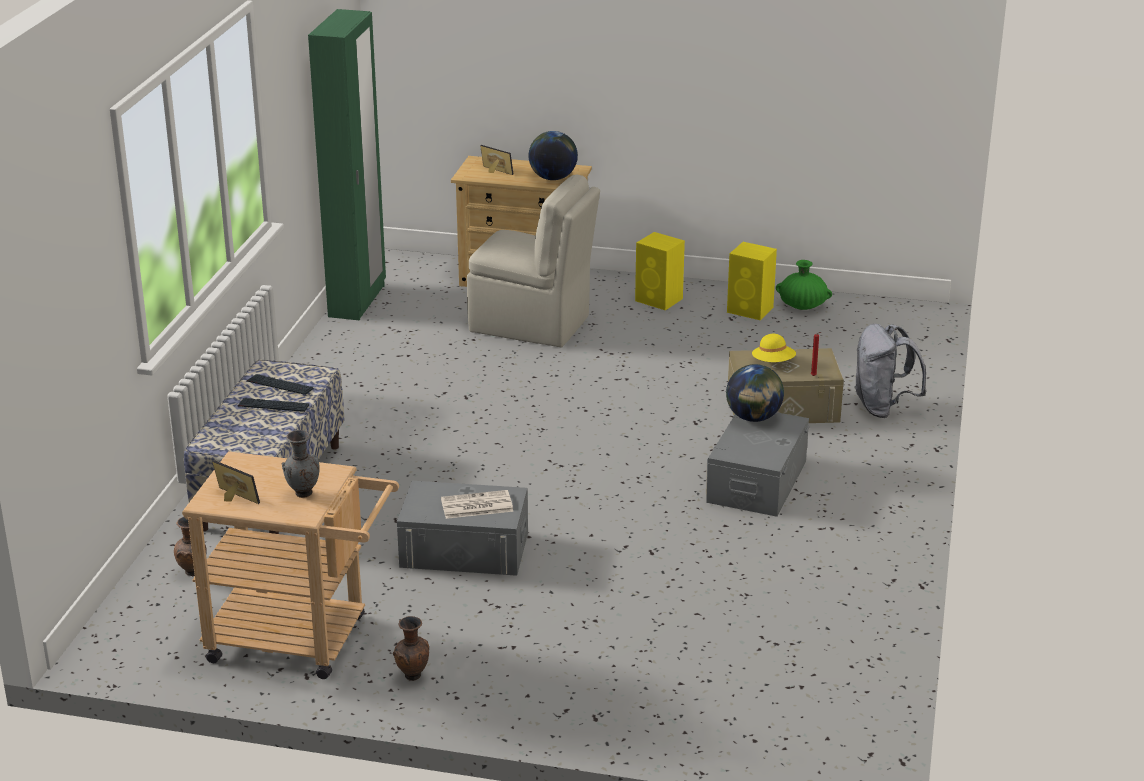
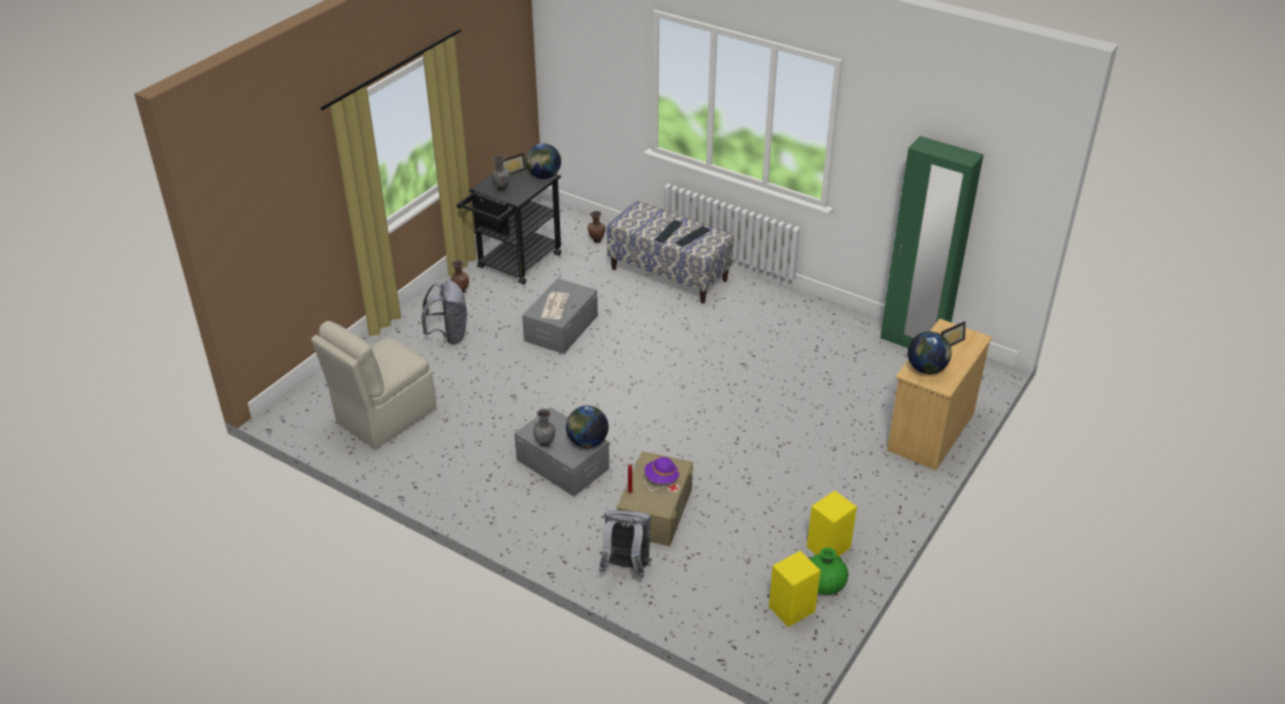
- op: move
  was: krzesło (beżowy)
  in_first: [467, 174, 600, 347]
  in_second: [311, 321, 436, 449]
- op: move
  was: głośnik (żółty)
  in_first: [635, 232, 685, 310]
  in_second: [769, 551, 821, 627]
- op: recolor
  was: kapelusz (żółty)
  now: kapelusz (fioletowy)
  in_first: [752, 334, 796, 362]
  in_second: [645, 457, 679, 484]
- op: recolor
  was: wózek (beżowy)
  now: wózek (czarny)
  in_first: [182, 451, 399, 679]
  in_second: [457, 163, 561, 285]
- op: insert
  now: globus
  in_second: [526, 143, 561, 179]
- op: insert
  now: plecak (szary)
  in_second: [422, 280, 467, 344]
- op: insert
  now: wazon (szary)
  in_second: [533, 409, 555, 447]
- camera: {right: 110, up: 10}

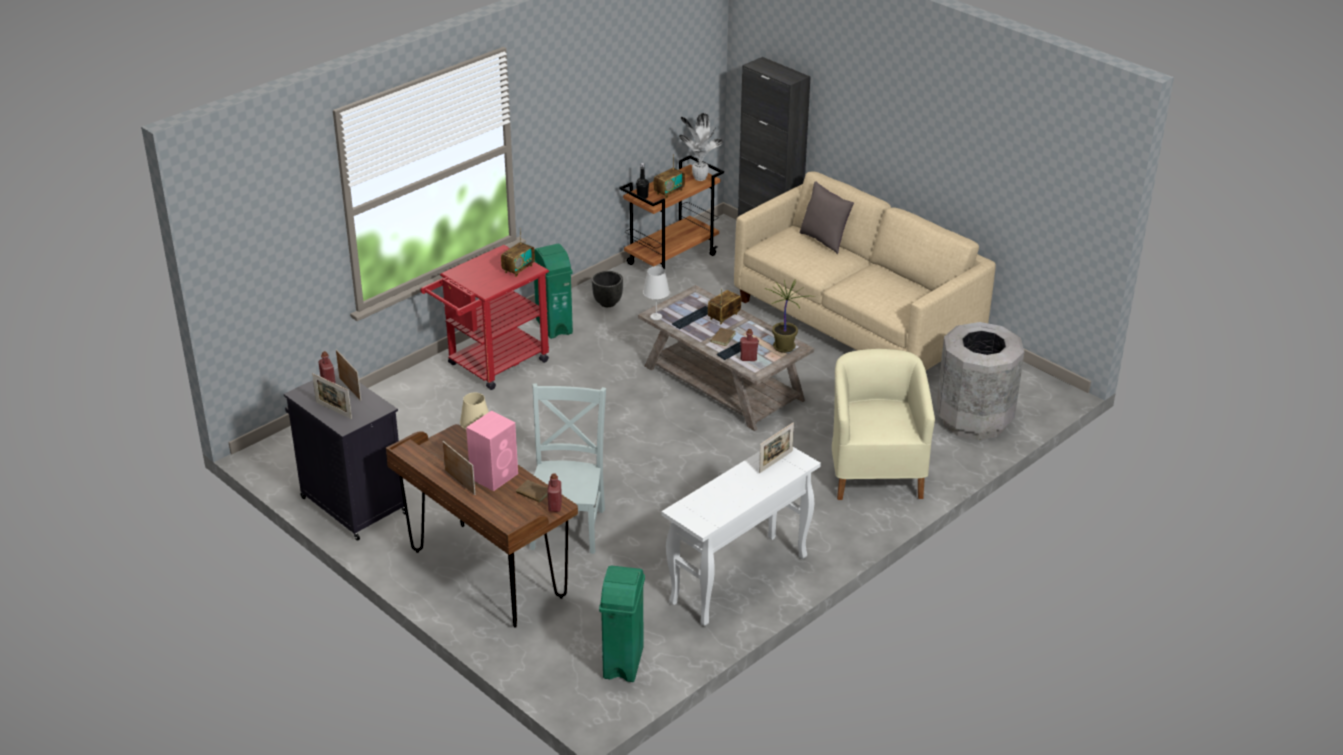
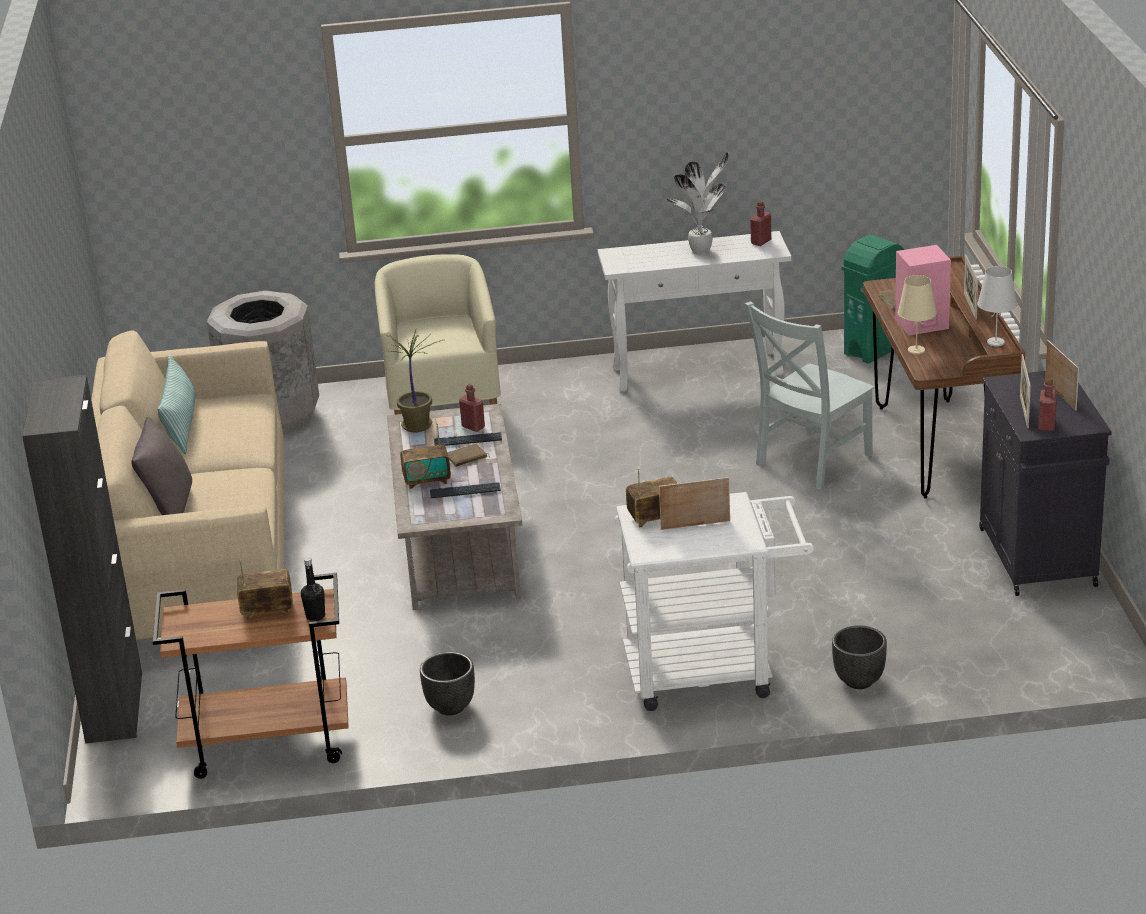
- op: move
  was: roślina doniczkowa
  in_first: [679, 113, 723, 181]
  in_second: [666, 152, 729, 255]
- op: delete
  was: kosz na śmieci (zielony)
  in_first: [534, 244, 573, 339]
- op: recolor
  was: wózek (czerwony)
  now: wózek (biały)
  in_first: [420, 245, 549, 390]
  in_second: [615, 492, 814, 711]
- op: move
  was: lampa stołowa (biały)
  in_first: [643, 266, 670, 320]
  in_second: [977, 266, 1017, 346]
- op: rotate
  was: fotel (beżowy)
  in_first: [832, 349, 935, 500]
  in_second: [375, 254, 501, 415]
  clockwise: 135
- op: move
  was: ramka na zdjęcie
  in_first: [759, 422, 794, 474]
  in_second: [659, 477, 730, 530]
- op: move
  was: butelka (czerwony)
  in_first: [547, 473, 562, 512]
  in_second: [750, 201, 771, 246]
- op: insert
  now: poduszka
  in_second: [158, 354, 196, 454]
- op: insert
  now: donica (czarny)
  in_second: [832, 625, 887, 689]
- camera: {right: -140, up: -5}

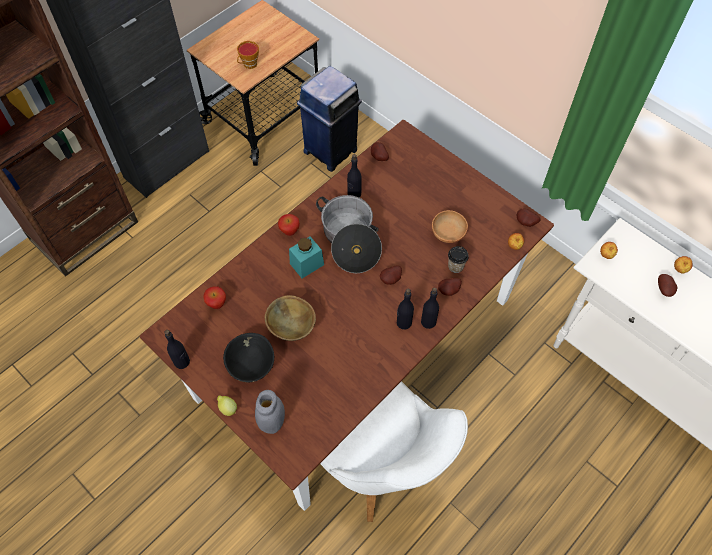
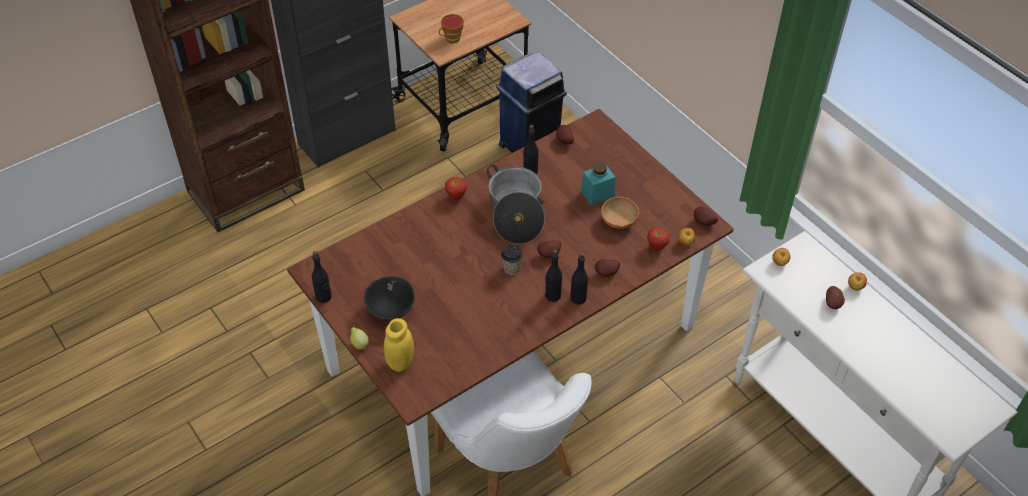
- op: move
  was: słoik (turkusowy)
  in_first: [289, 236, 324, 278]
  in_second: [581, 162, 616, 206]
- op: move
  was: filiżanka
  in_first: [448, 246, 469, 273]
  in_second: [501, 245, 523, 275]
- op: move
  was: jabłko
  in_first: [203, 286, 226, 309]
  in_second: [647, 227, 670, 251]
- op: delete
  was: miska (brązowy)
  in_first: [264, 295, 316, 341]
- op: recolor
  was: słoik (szary)
  now: słoik (żółty)
  in_first: [255, 390, 285, 434]
  in_second: [384, 318, 414, 372]
- camera: {right: 10, up: -10}

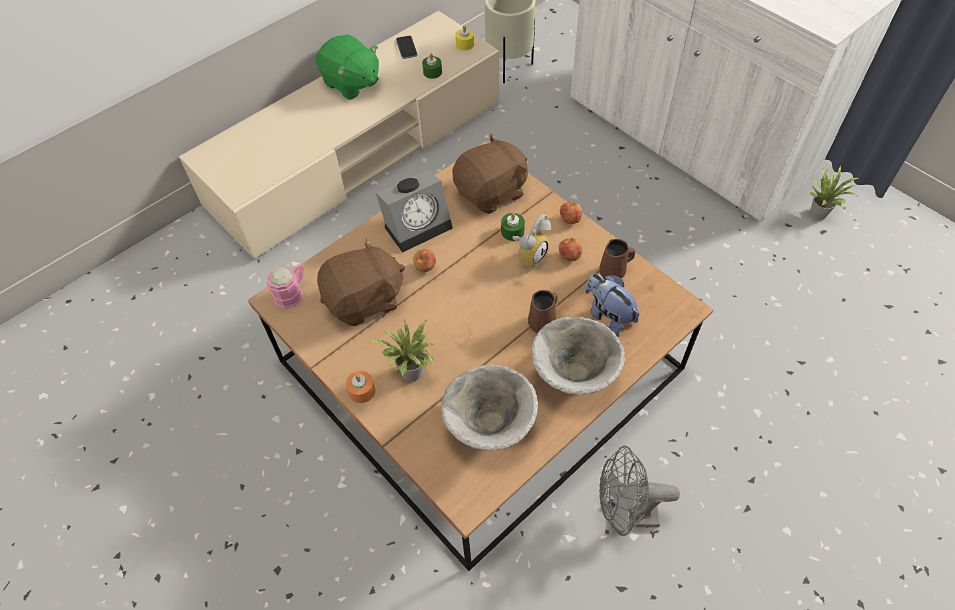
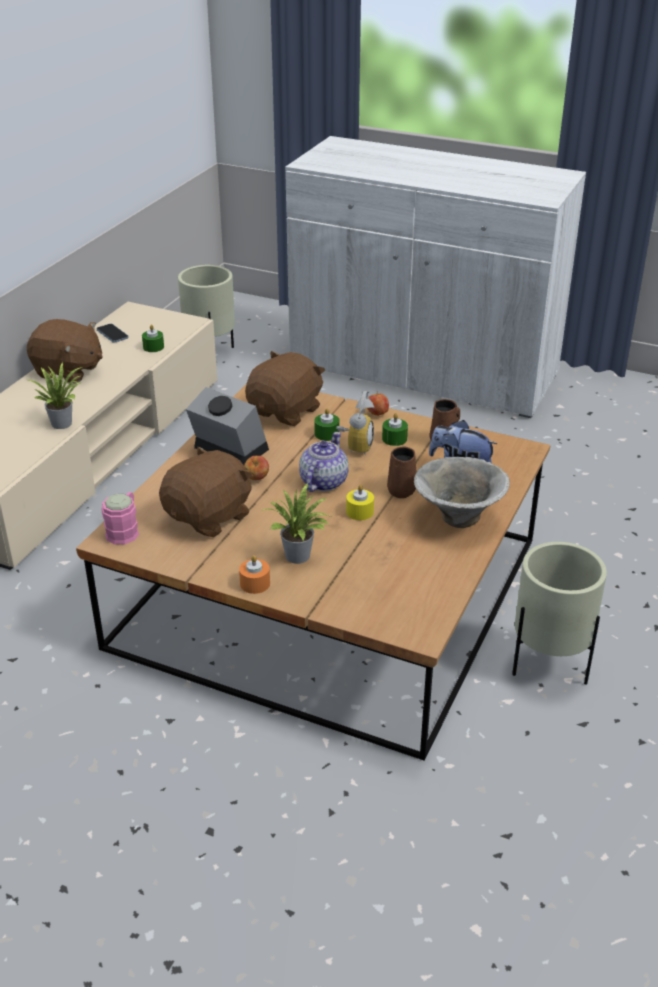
- op: move
  was: świeca (żółty)
  in_first: [455, 26, 474, 51]
  in_second: [346, 485, 374, 520]
- op: recolor
  was: pluszak (zielony)
  now: pluszak (brązowy)
  in_first: [316, 34, 379, 100]
  in_second: [27, 319, 103, 384]
- op: move
  was: roślina doniczkowa
  in_first: [809, 166, 858, 220]
  in_second: [29, 362, 83, 429]
- op: rotate
  was: budzik
  in_first: [376, 170, 453, 253]
  in_second: [186, 387, 269, 465]
  clockwise: -90
- op: replace
  was: jabłko
  now: świeca (zielony)
  in_first: [559, 237, 582, 261]
  in_second: [382, 413, 408, 446]
- op: delete
  was: miska
  in_first: [441, 364, 538, 451]
- op: replace
  was: wentylator (szary)
  now: donica (beżowy)
  in_first: [599, 446, 680, 536]
  in_second: [512, 542, 607, 685]
- op: insert
  now: imbryk
  in_second: [299, 432, 349, 492]
- camera: {right: -25, up: -20}

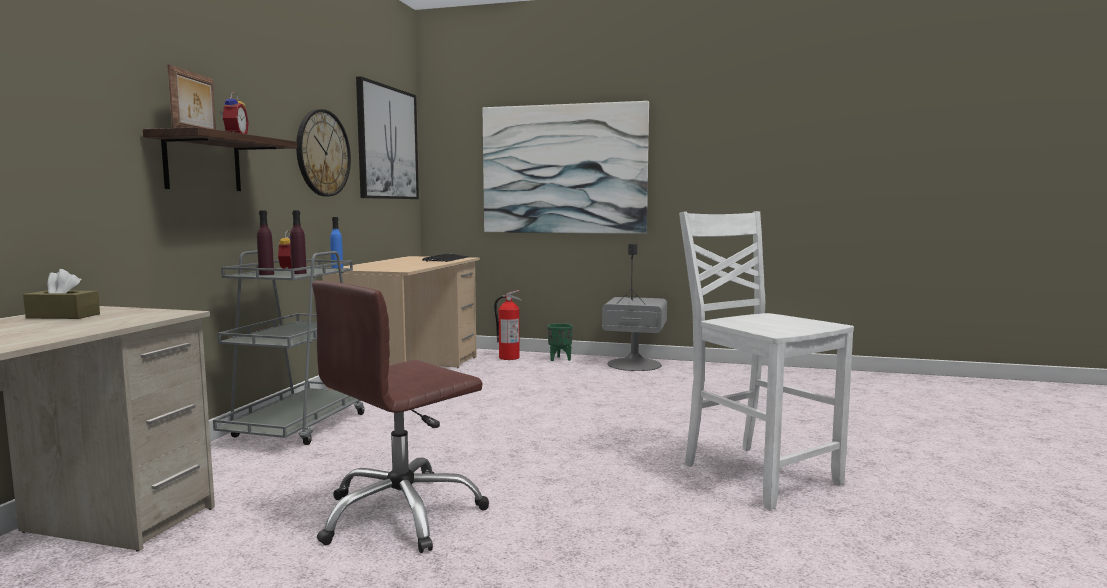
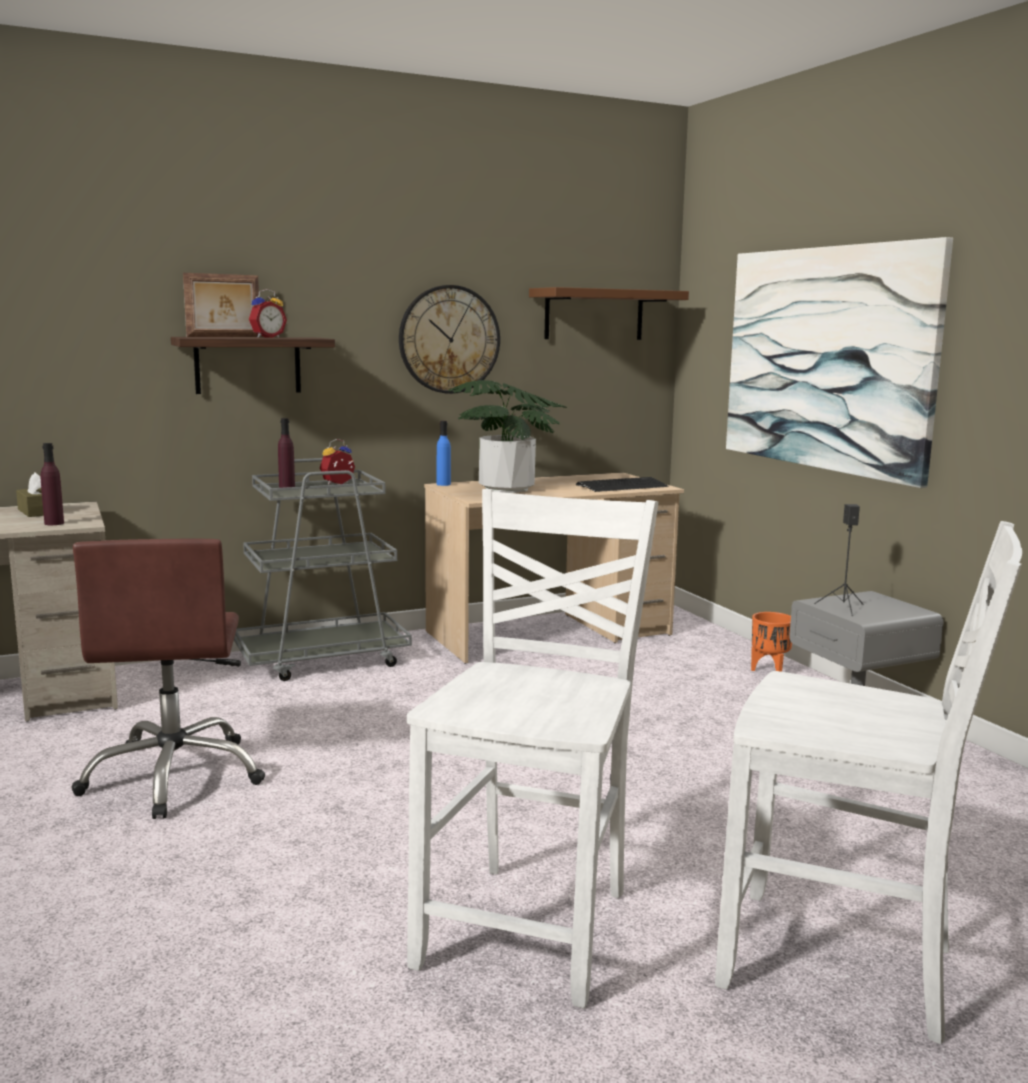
- op: replace
  was: obraz
  now: półka (brązowy)
  in_first: [356, 76, 419, 199]
  in_second: [529, 287, 689, 340]
- op: move
  was: butelka (fioletowy)
  in_first: [290, 210, 307, 274]
  in_second: [41, 443, 64, 525]
- op: rotate
  was: krzesło biurowe (brązowy)
  in_first: [312, 281, 489, 553]
  in_second: [72, 539, 265, 819]
  clockwise: -105
- op: delete
  was: gaśnica
  in_first: [494, 290, 522, 360]
- op: recolor
  was: donica (zielony)
  now: donica (pomarańczowy)
  in_first: [547, 323, 573, 361]
  in_second: [751, 612, 792, 672]
- op: insert
  now: roślina doniczkowa
  in_second: [448, 380, 567, 493]
- op: insert
  now: krzesło (biały)
  in_second: [715, 521, 1022, 1044]
- camera: {right: 50, up: 5}

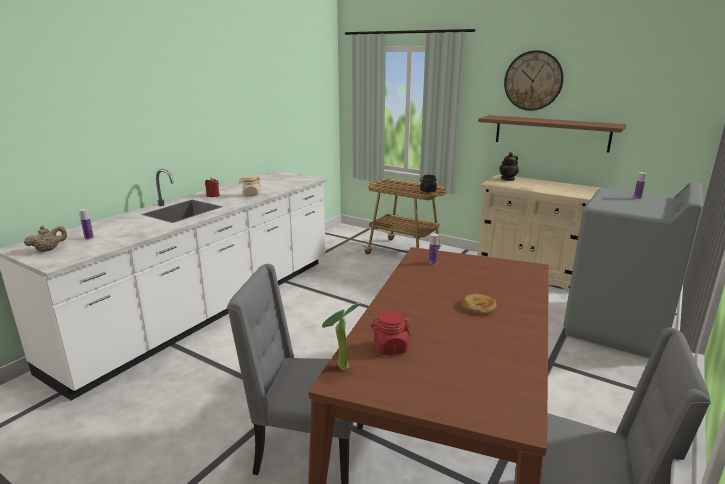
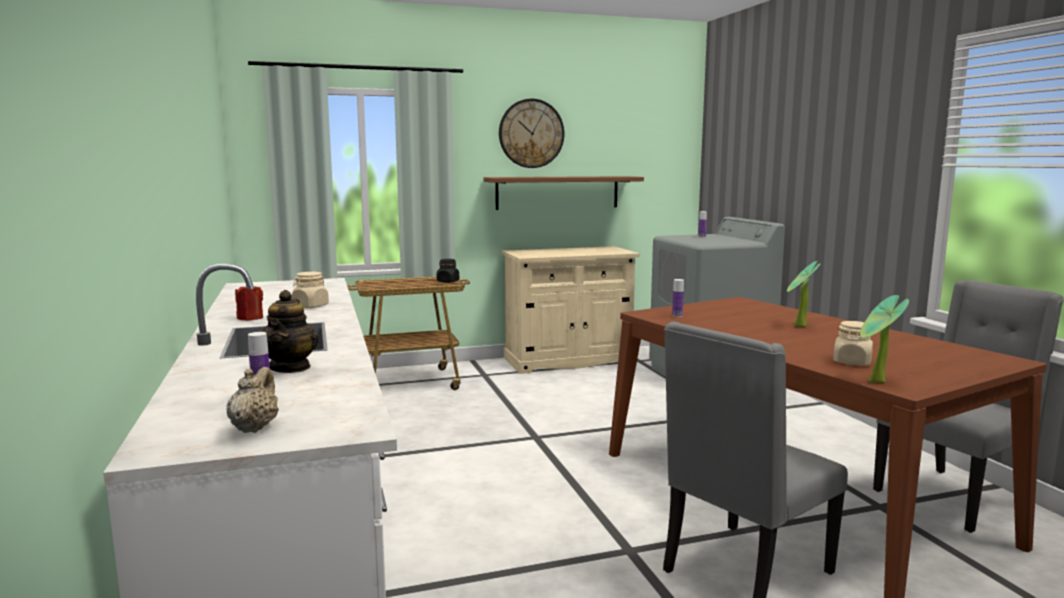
- op: move
  was: imbryk
  in_first: [499, 152, 519, 181]
  in_second: [261, 290, 319, 373]
- op: replace
  was: chleb
  now: roślina doniczkowa
  in_first: [461, 293, 497, 315]
  in_second: [787, 261, 820, 327]
- op: recolor
  was: słoik (czerwony)
  now: słoik (beżowy)
  in_first: [371, 311, 411, 355]
  in_second: [833, 321, 873, 366]
- camera: {right: -50, up: -10}

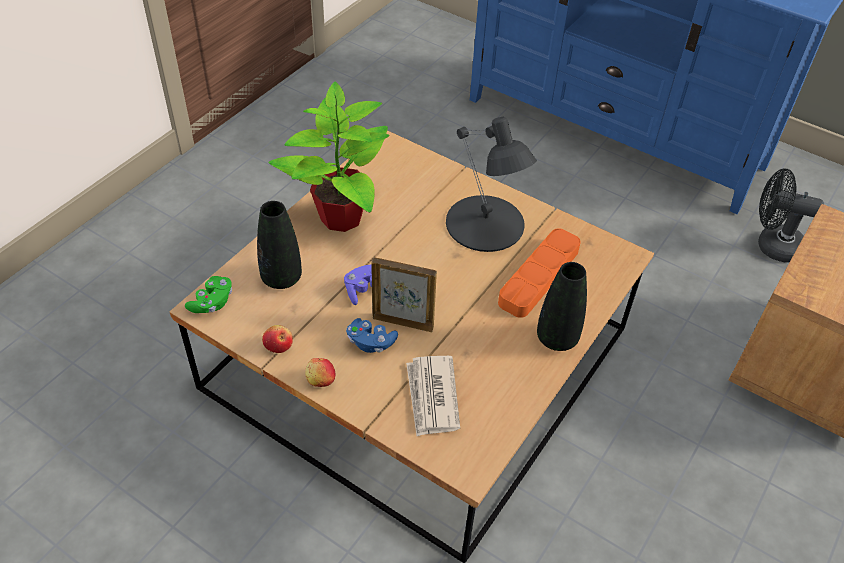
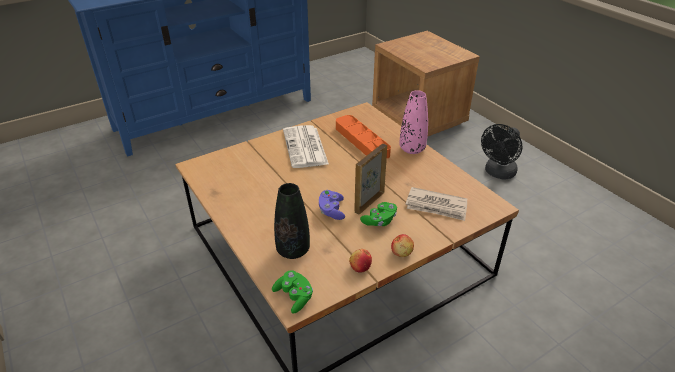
- op: delete
  was: roślina doniczkowa
  in_first: [269, 82, 390, 232]
- op: replace
  was: lampa stołowa (czarny)
  now: gazeta
  in_first: [446, 117, 536, 252]
  in_second: [283, 125, 329, 168]
- op: move
  was: wentylator (czarny)
  in_first: [758, 169, 824, 263]
  in_second: [481, 124, 522, 179]
- op: recolor
  was: wazon (czarny)
  now: wazon (różowy)
  in_first: [537, 262, 587, 351]
  in_second: [399, 90, 428, 154]
- op: recolor
  was: pad do gier (niebieski)
  now: pad do gier (zielony)
  in_first: [346, 318, 398, 353]
  in_second: [360, 202, 397, 226]
- camera: {right: -65, up: -10}

